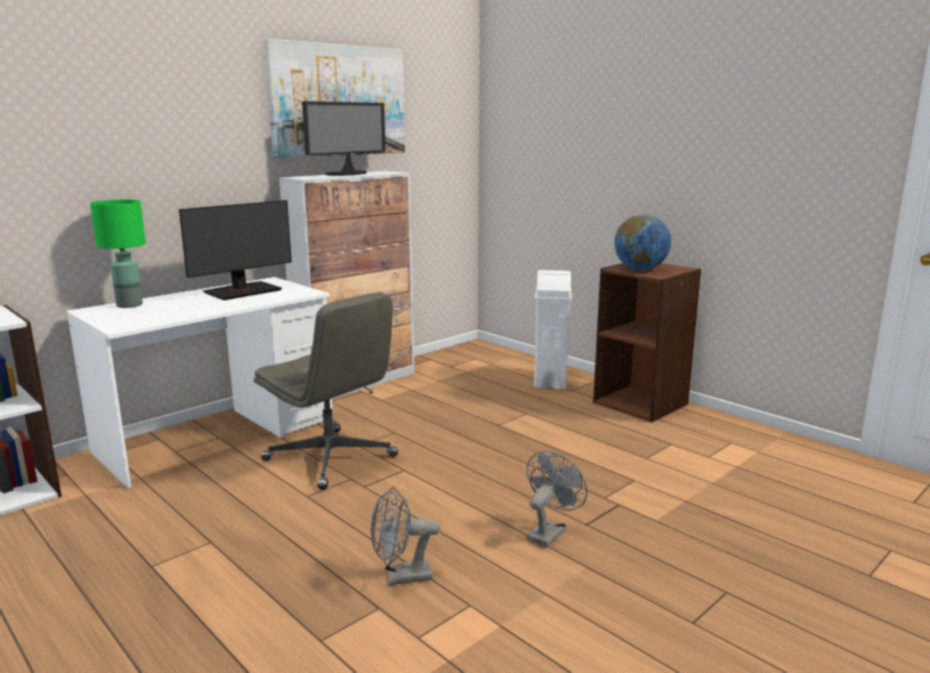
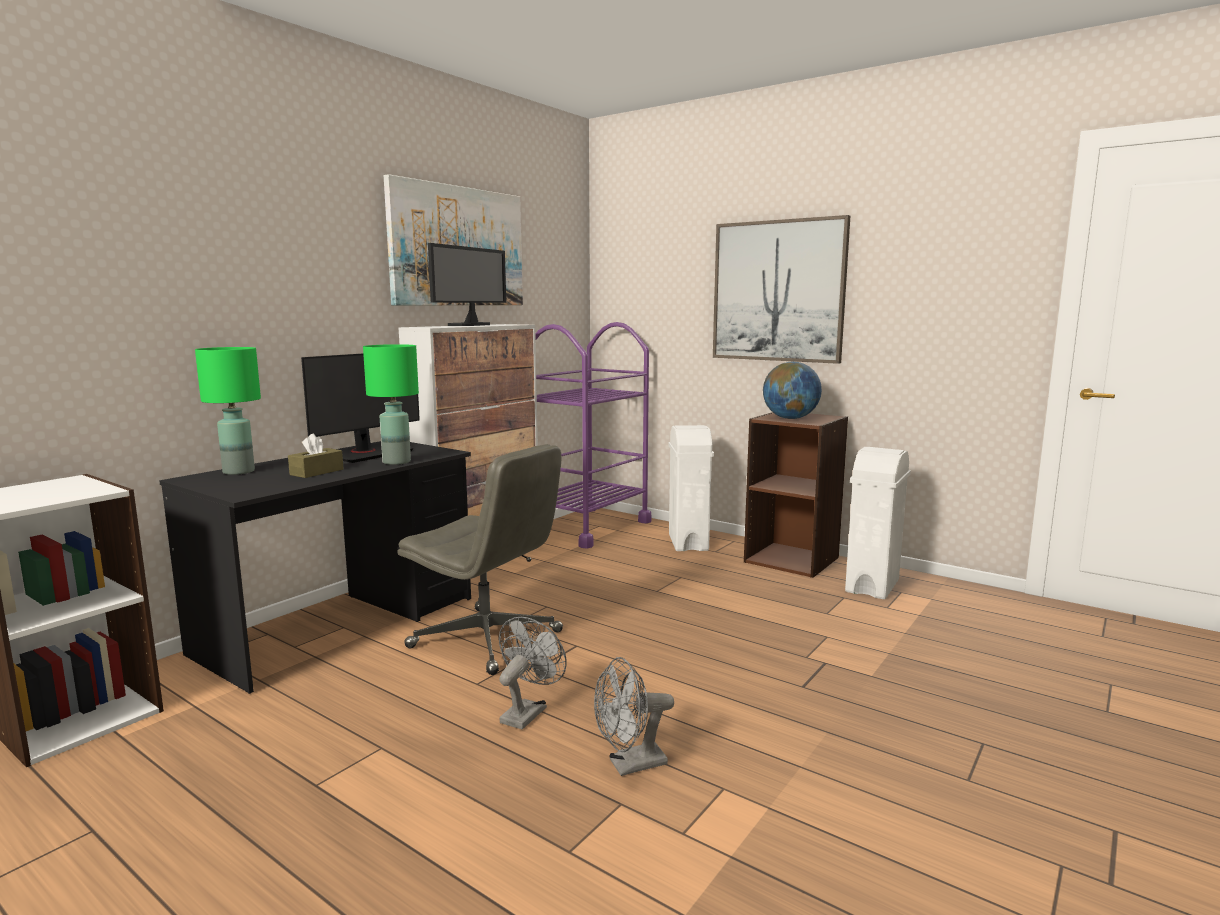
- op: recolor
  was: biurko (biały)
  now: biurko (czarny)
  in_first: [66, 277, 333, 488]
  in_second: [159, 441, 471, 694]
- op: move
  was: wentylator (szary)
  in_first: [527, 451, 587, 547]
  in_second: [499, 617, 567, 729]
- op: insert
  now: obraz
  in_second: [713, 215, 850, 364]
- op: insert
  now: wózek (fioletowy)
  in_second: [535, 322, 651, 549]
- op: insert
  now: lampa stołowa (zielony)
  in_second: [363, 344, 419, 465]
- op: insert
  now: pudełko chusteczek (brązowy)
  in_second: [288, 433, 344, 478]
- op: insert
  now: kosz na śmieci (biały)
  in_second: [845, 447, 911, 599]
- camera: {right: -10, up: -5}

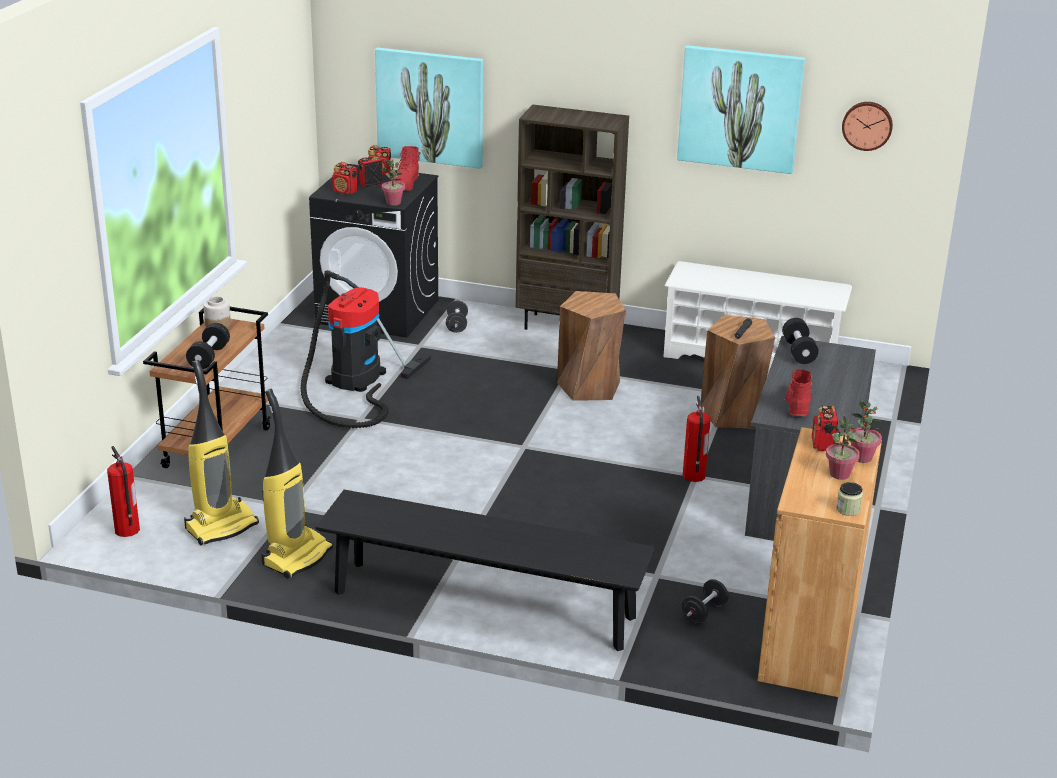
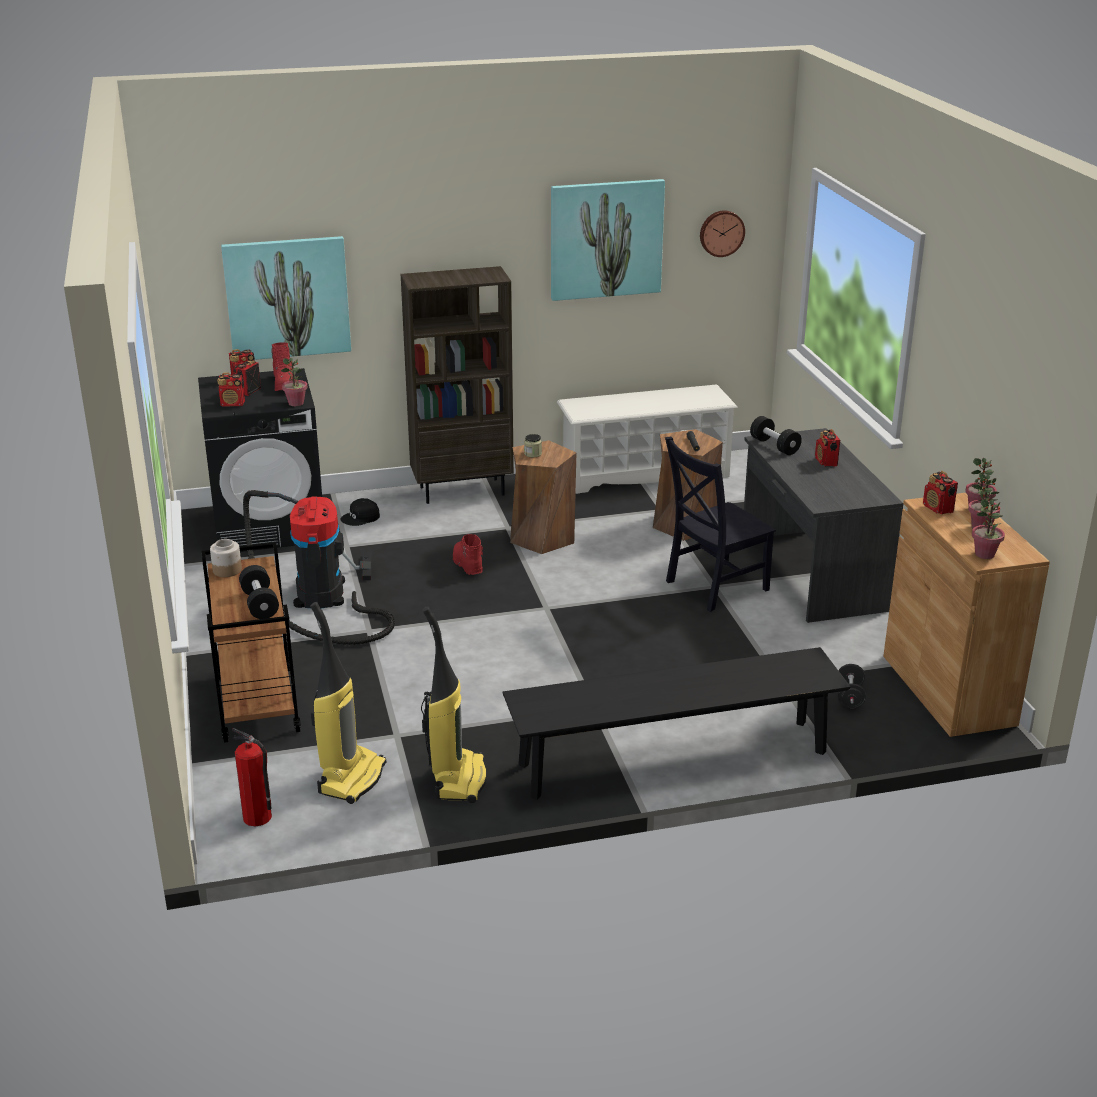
- op: replace
  was: hantel (czarny)
  now: czapka z daszkiem (czarny)
  in_first: [446, 300, 468, 333]
  in_second: [340, 498, 380, 526]
- op: move
  was: but z cholewką (czerwony)
  in_first: [784, 369, 812, 416]
  in_second: [453, 534, 483, 575]
- op: replace
  was: gaśnica
  now: krzesło (czarny)
  in_first: [683, 396, 711, 482]
  in_second: [665, 436, 776, 612]
- op: move
  was: słoik
  in_first: [836, 482, 863, 516]
  in_second: [524, 434, 542, 457]
- op: insert
  now: radio
  in_second: [815, 429, 840, 466]
- op: insert
  now: roślina doniczkowa
  in_second: [972, 499, 1005, 559]
- camera: {right: -30, up: 0}

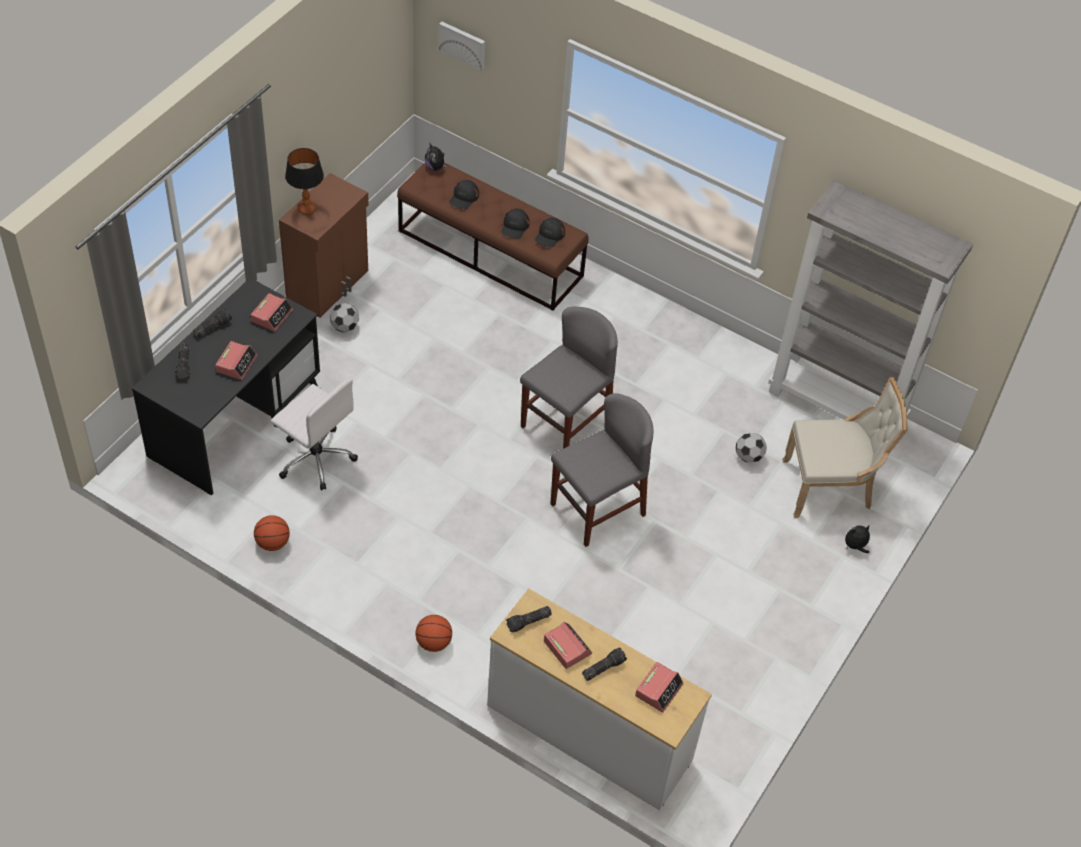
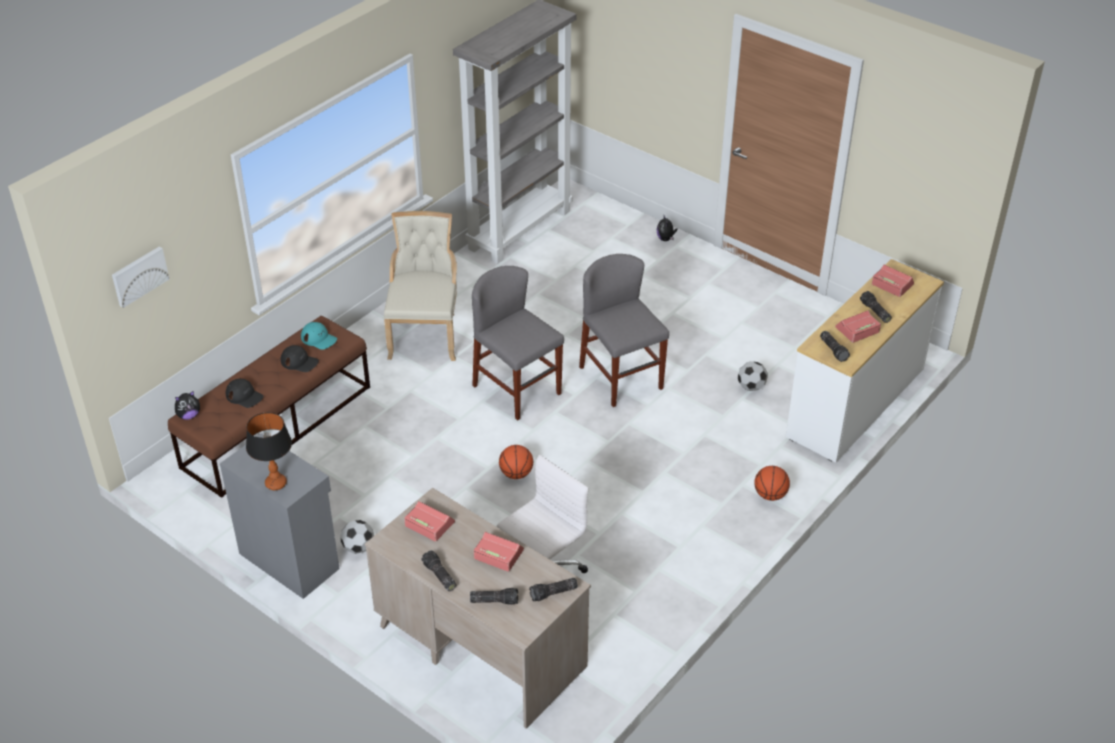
- op: recolor
  was: szafka (brązowy)
  now: szafka (szary)
  in_first: [279, 173, 369, 318]
  in_second: [220, 433, 340, 599]
- op: recolor
  was: czapka z daszkiem (czarny)
  now: czapka z daszkiem (turkusowy)
  in_first: [535, 218, 565, 248]
  in_second: [301, 322, 337, 350]
- op: recolor
  was: biurko (czarny)
  now: biurko (beżowy)
  in_first: [132, 278, 320, 495]
  in_second: [365, 488, 591, 729]
- op: move
  was: krzesło (beżowy)
  in_first: [782, 377, 908, 518]
  in_second: [384, 211, 457, 361]
- op: move
  was: piłka futbolowa
  in_first: [736, 433, 767, 463]
  in_second: [738, 361, 768, 391]
- op: move
  was: piłka do koszykówki
  in_first: [254, 515, 290, 551]
  in_second: [499, 445, 533, 479]
- op: insert
  now: latarka
  in_second: [529, 578, 578, 602]
- camera: {right: -80, up: -10}

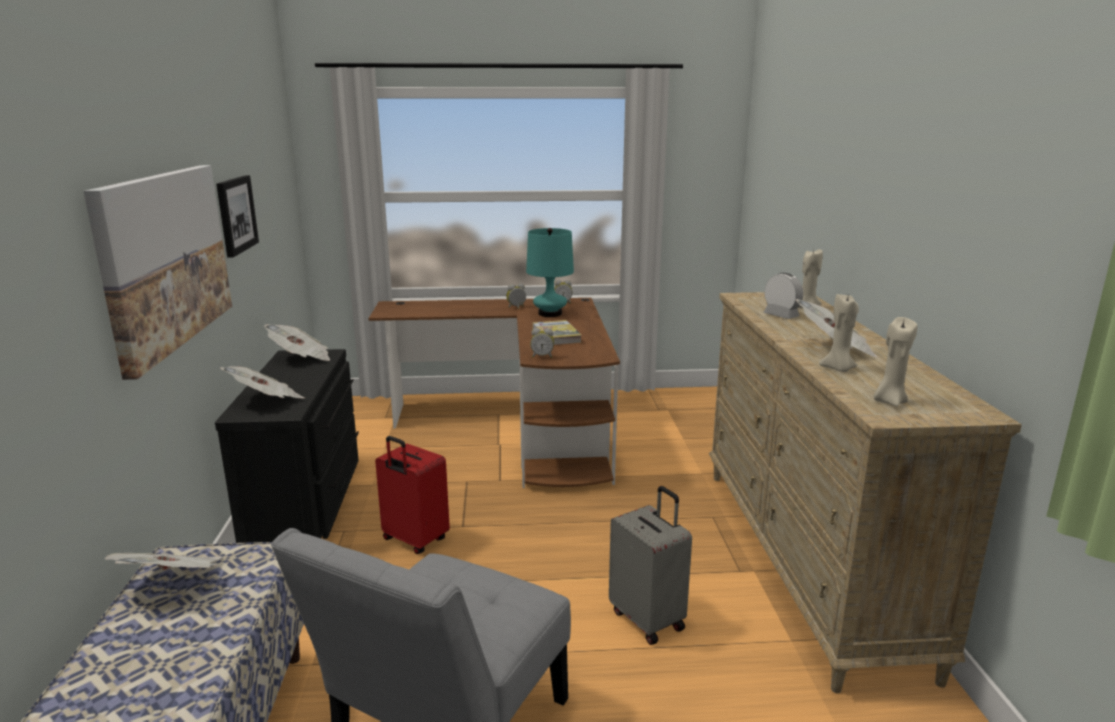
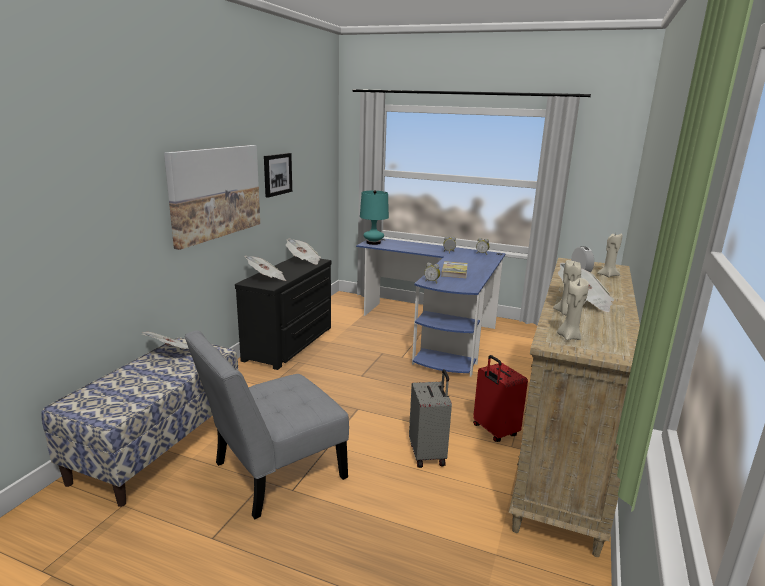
- op: move
  was: lampa stołowa (turkusowy)
  in_first: [526, 228, 574, 317]
  in_second: [360, 190, 389, 245]
- op: recolor
  was: biurko (brązowy)
  now: biurko (niebieski)
  in_first: [368, 298, 620, 488]
  in_second: [356, 238, 506, 377]
- op: move
  was: walizka (czerwony)
  in_first: [375, 436, 450, 554]
  in_second: [473, 355, 528, 442]
- camera: {right: 25, up: 0}

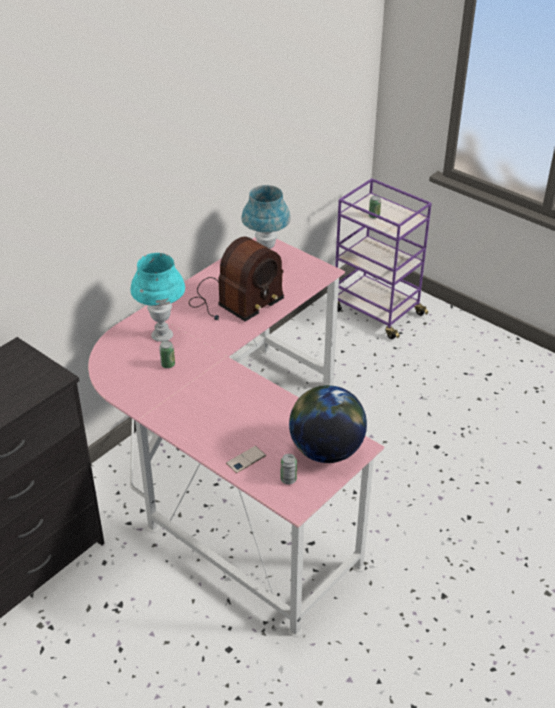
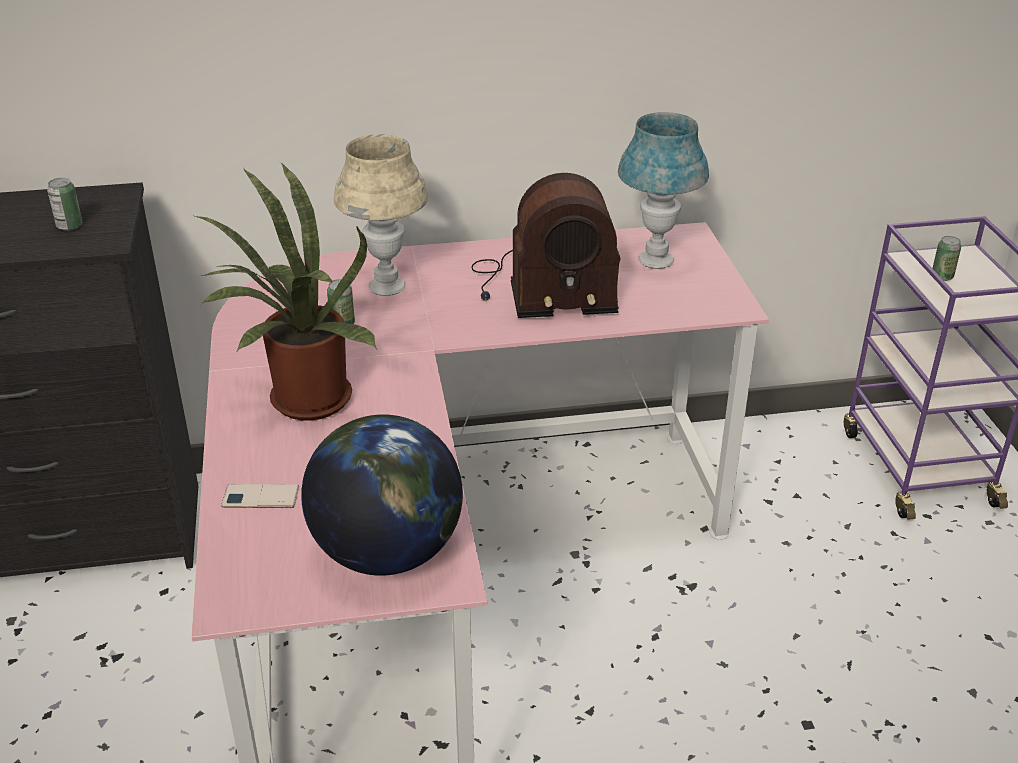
- op: recolor
  was: lampa stołowa (turkusowy)
  now: lampa stołowa (beżowy)
  in_first: [131, 253, 185, 342]
  in_second: [334, 134, 428, 296]
- op: move
  was: puszka
  in_first: [281, 454, 297, 484]
  in_second: [47, 178, 82, 231]
- op: insert
  now: roślina doniczkowa
  in_second: [192, 162, 377, 421]
- camera: {right: 40, up: -5}

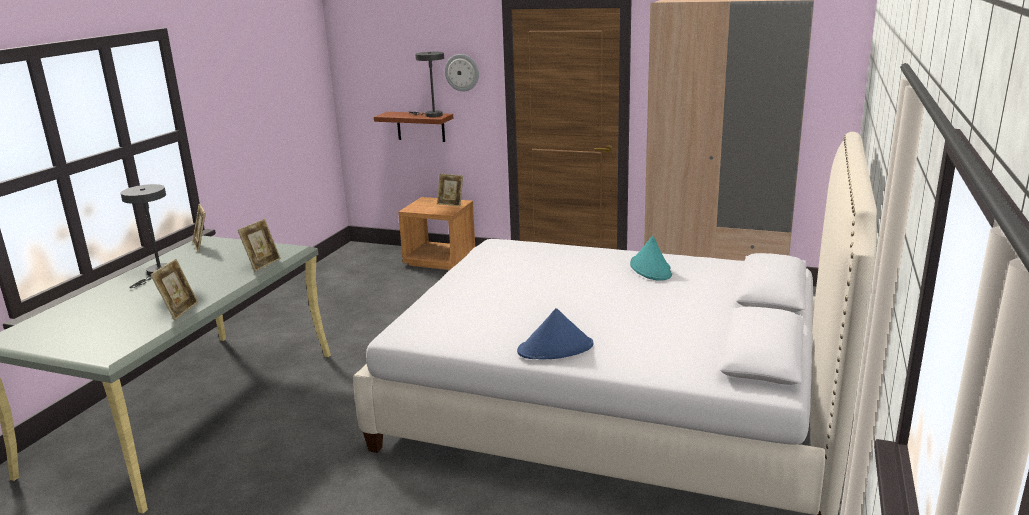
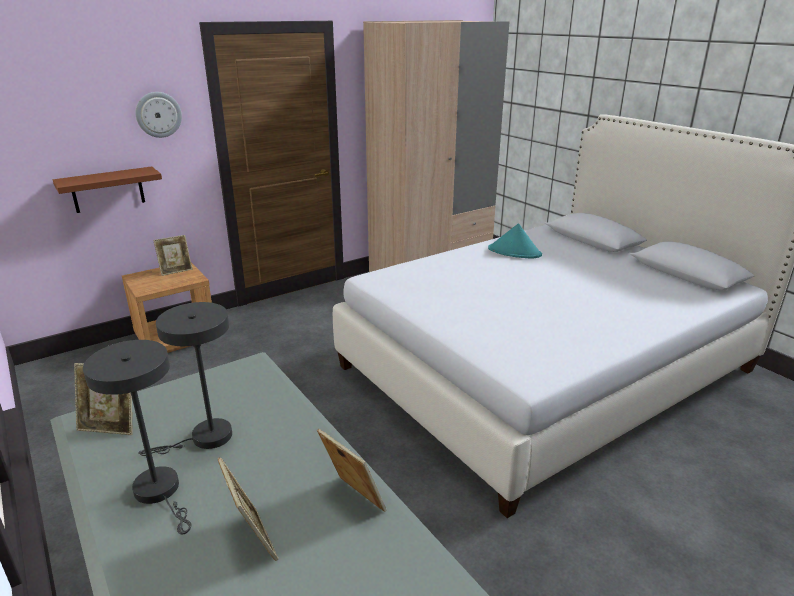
- op: move
  was: lampa stołowa (szary)
  in_first: [409, 52, 444, 117]
  in_second: [138, 302, 232, 456]
- op: move
  was: ramka na zdjęcie
  in_first: [238, 219, 281, 272]
  in_second: [218, 457, 278, 561]
- op: delete
  was: kapelusz (niebieski)
  in_first: [517, 308, 593, 360]
- camera: {right: -55, up: 5}

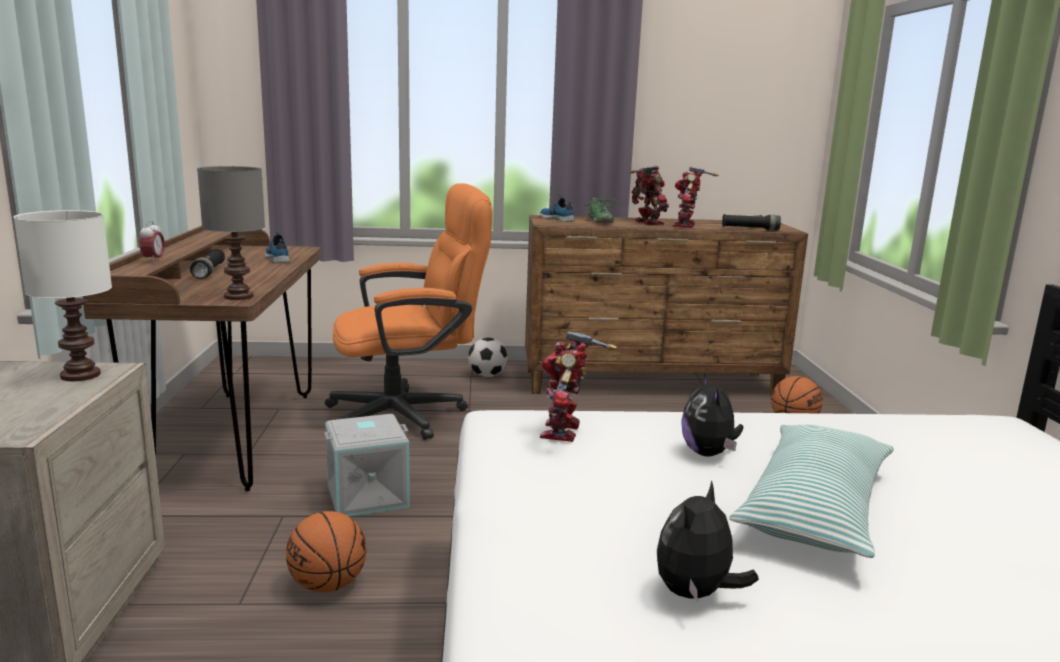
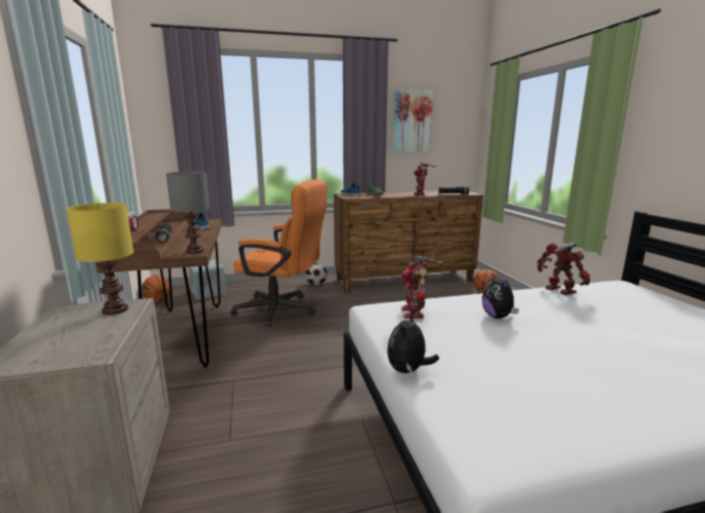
- op: move
  was: robot zabawkowy
  in_first: [630, 165, 669, 225]
  in_second: [537, 243, 590, 295]
- op: rotate
  was: krzesło biurowe (pomarańczowy)
  in_first: [325, 183, 492, 440]
  in_second: [231, 179, 327, 327]
  clockwise: 45
- op: recolor
  was: lampa stołowa (biały)
  now: lampa stołowa (żółty)
  in_first: [14, 210, 112, 381]
  in_second: [66, 203, 134, 315]
- op: move
  was: pojemnik do przechowywania (szary)
  in_first: [324, 414, 410, 517]
  in_second: [188, 260, 226, 300]
- op: delete
  was: poduszka
  in_first: [729, 425, 894, 558]
- op: move
  was: pluszak
  in_first: [657, 480, 759, 602]
  in_second: [387, 312, 439, 374]
- op: move
  was: piłka do koszykówki
  in_first: [286, 511, 367, 593]
  in_second: [142, 275, 170, 302]
- op: insert
  now: obraz
  in_second: [393, 89, 433, 153]
- camera: {right: -10, up: 0}

